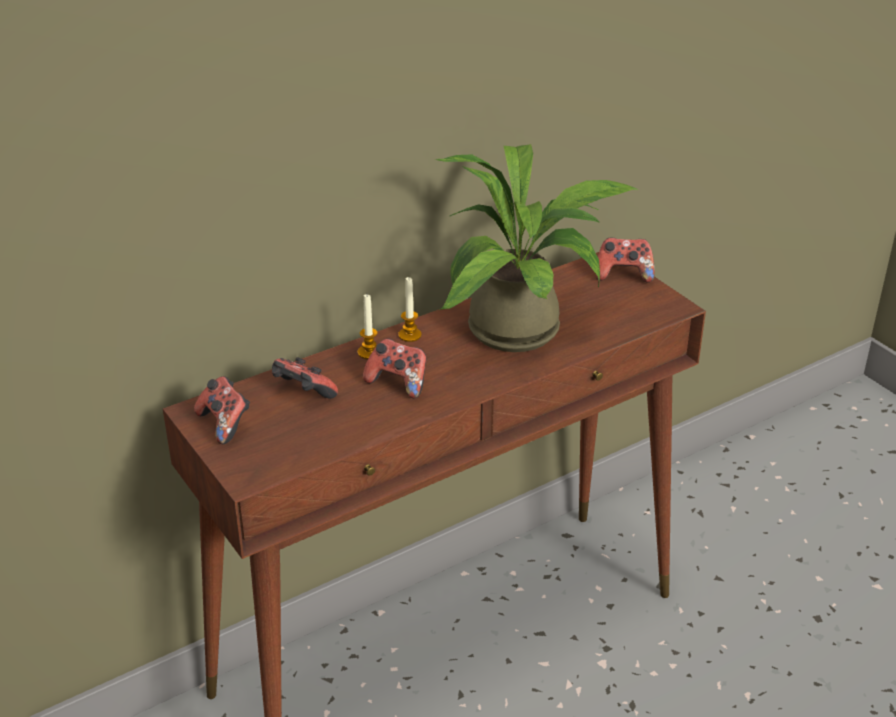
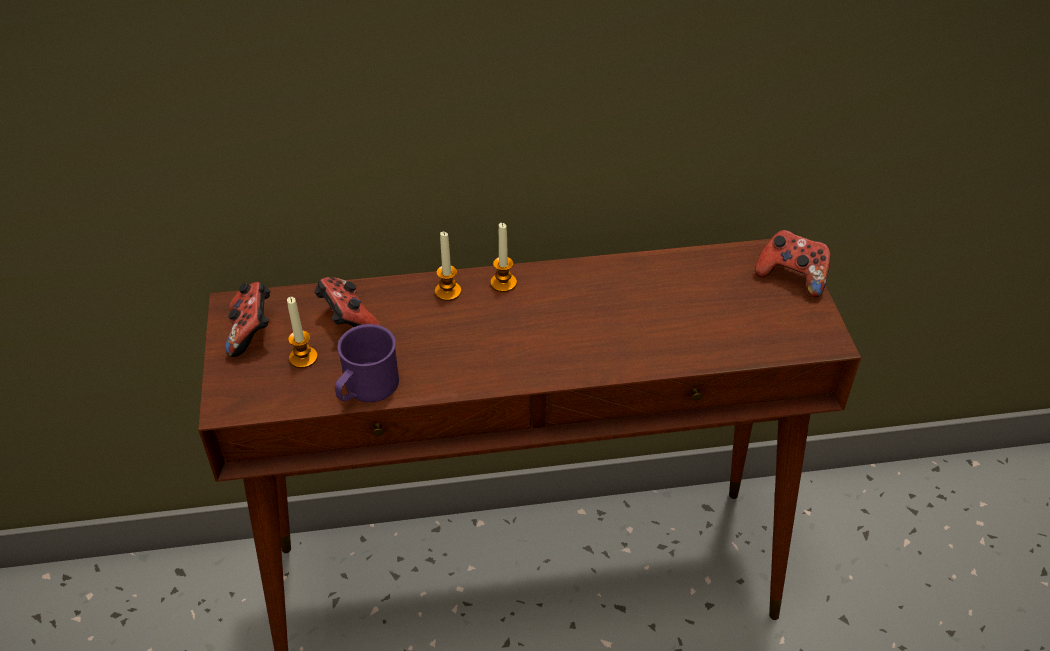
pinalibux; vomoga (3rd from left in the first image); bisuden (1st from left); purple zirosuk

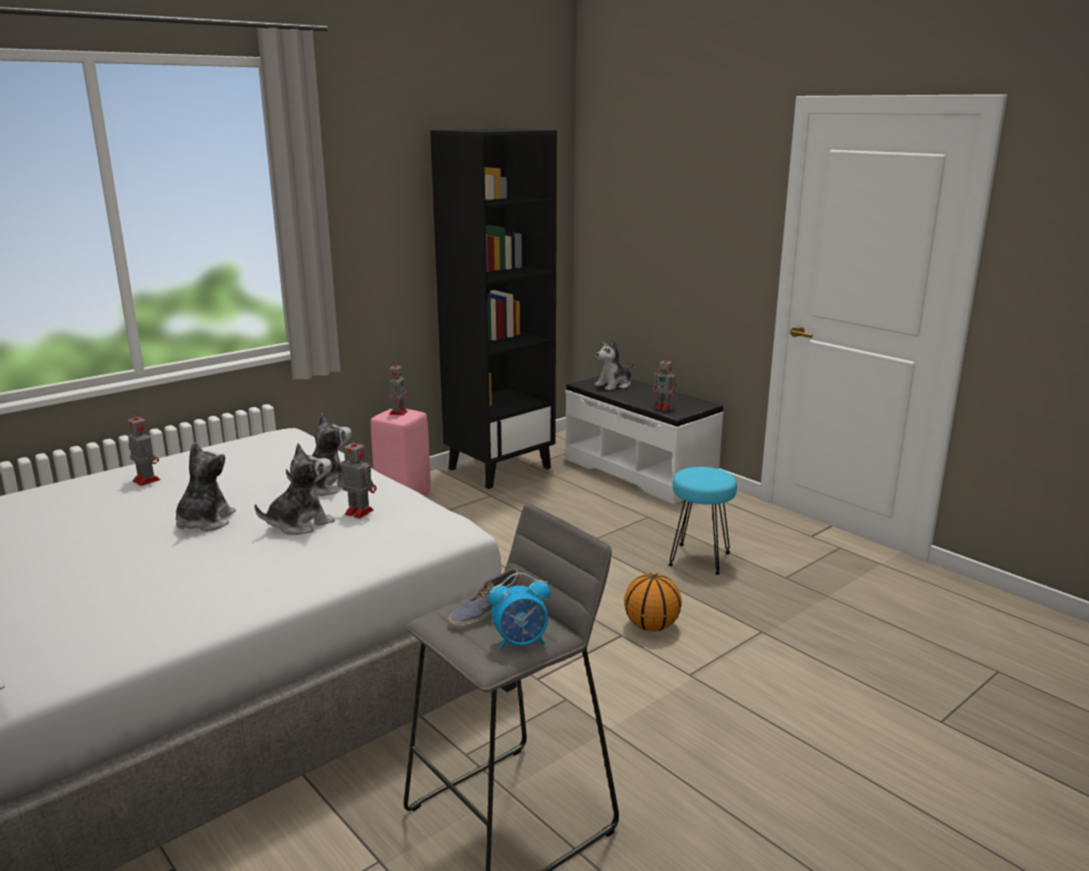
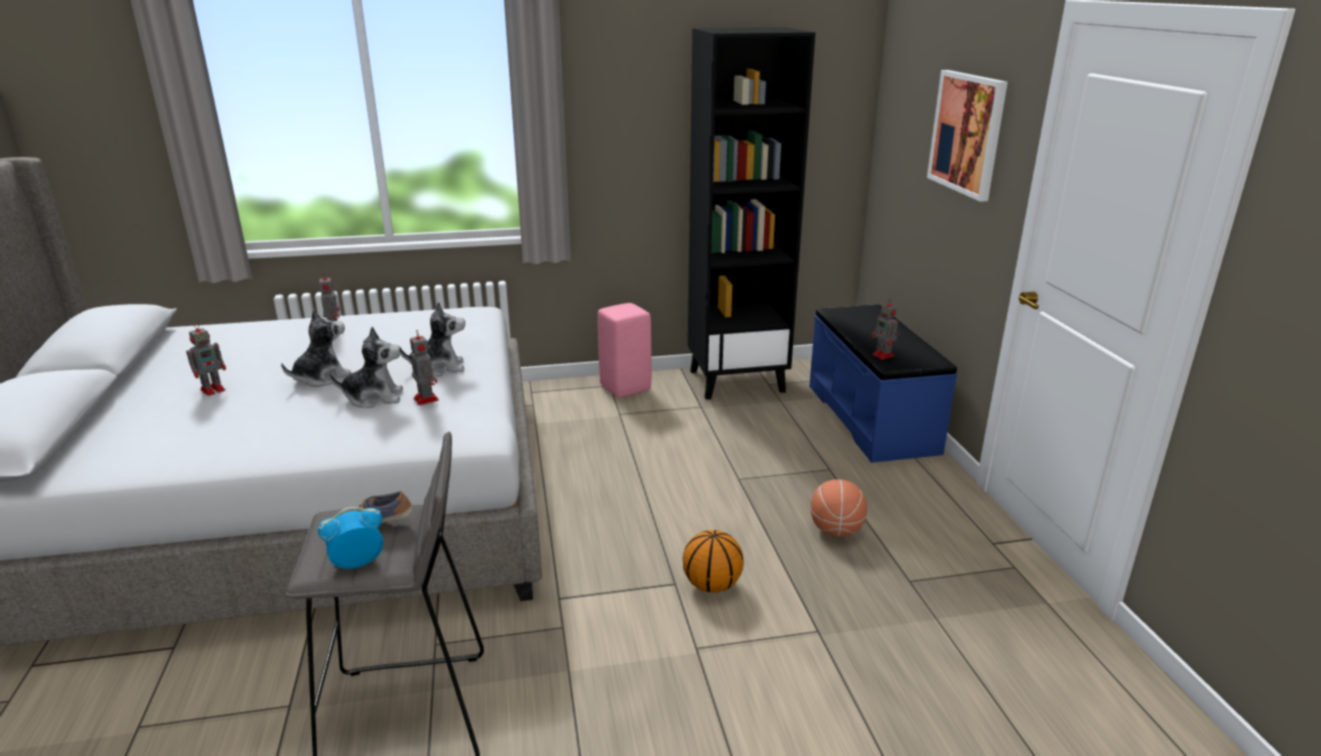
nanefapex (4th from left in the first image); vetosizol (1st from left); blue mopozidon; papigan (2nd from left); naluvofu; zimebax

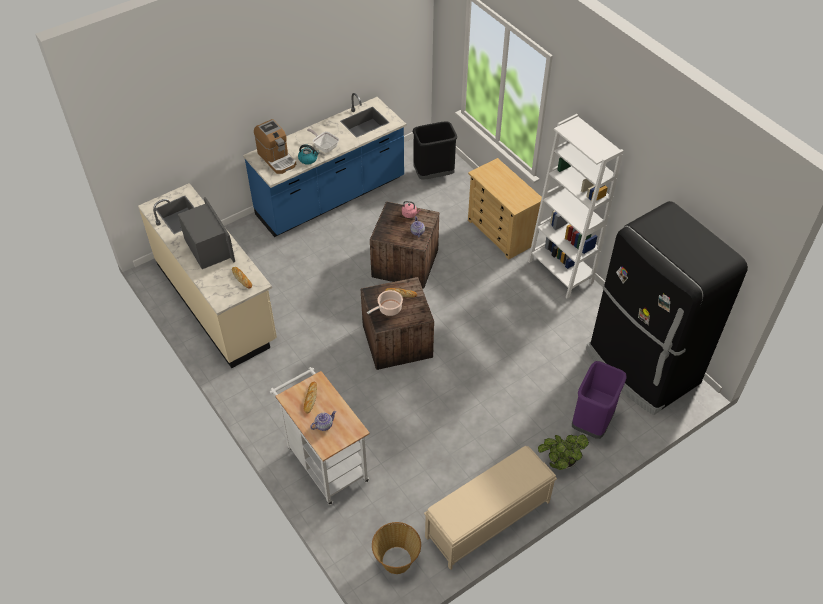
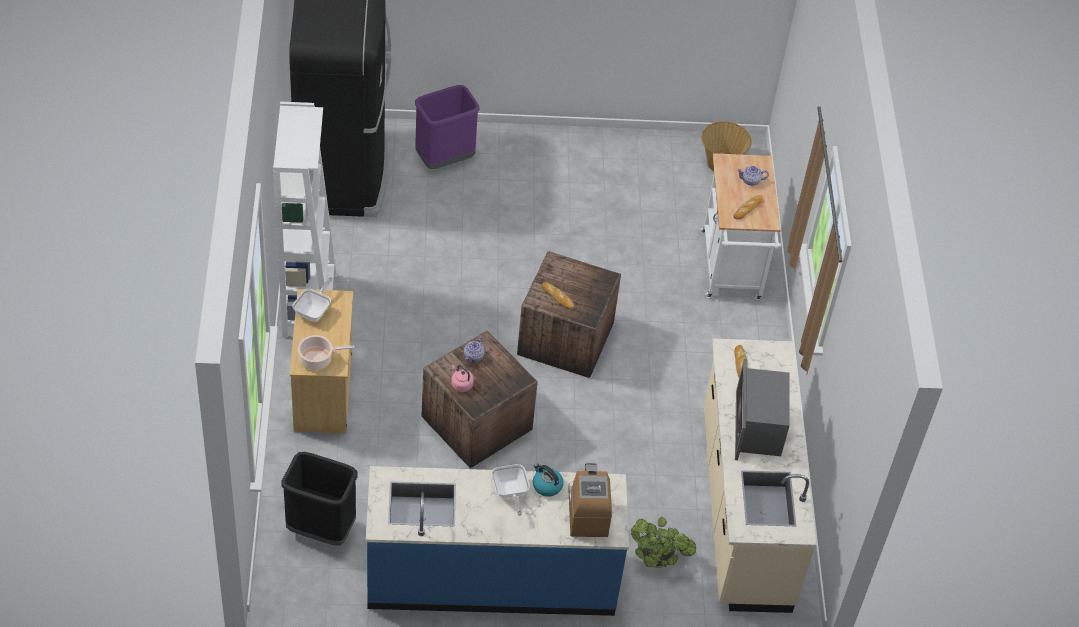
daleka; pinalibux; beige mopozidon; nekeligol (1st from left)

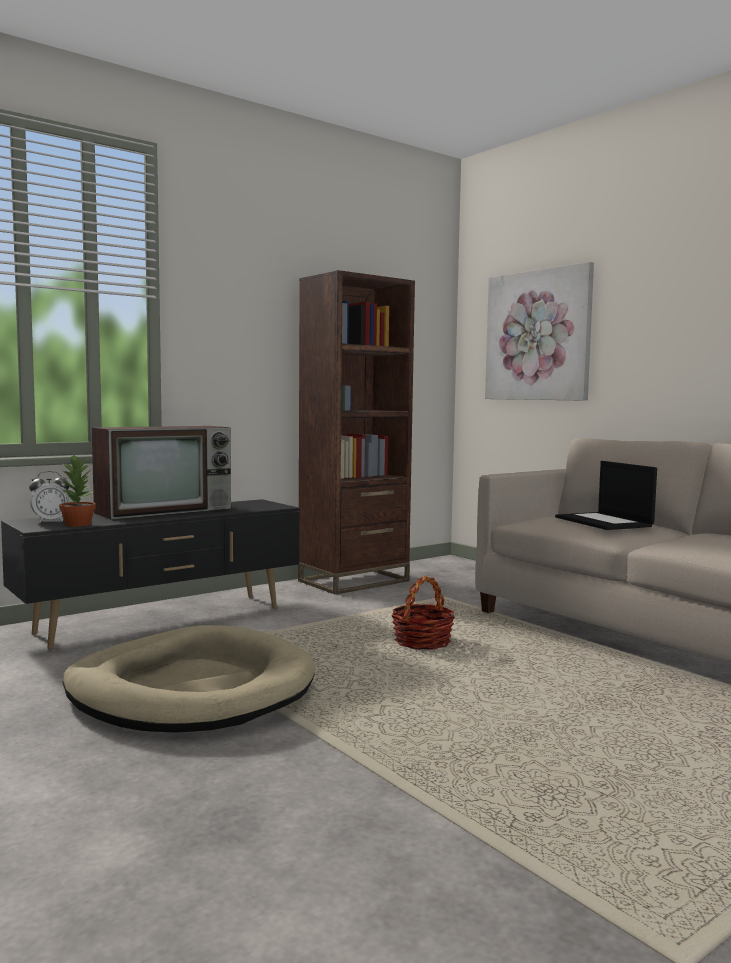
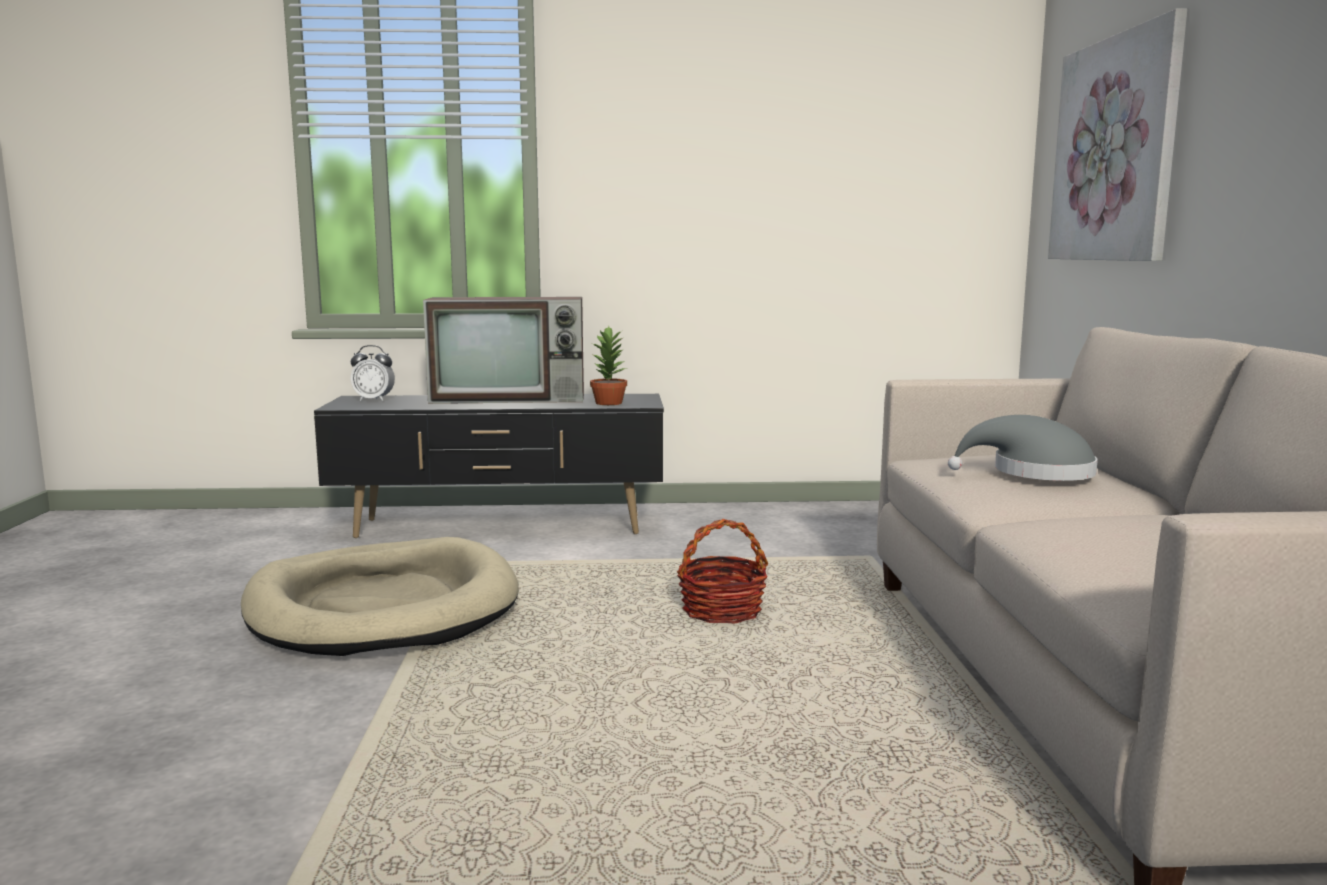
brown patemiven; pinalibux; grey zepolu

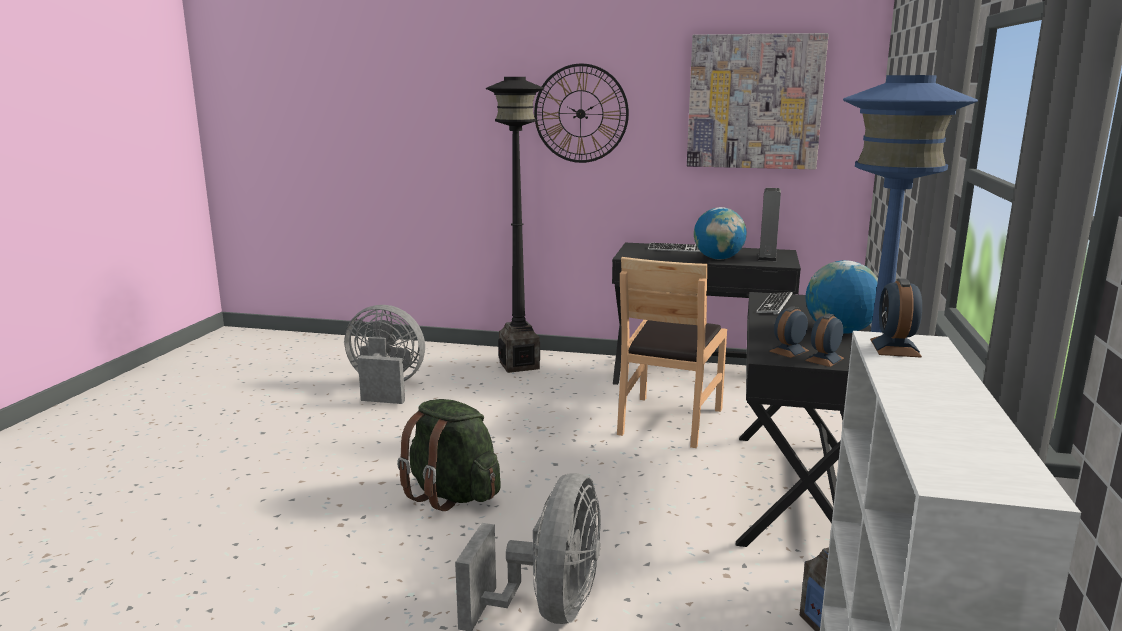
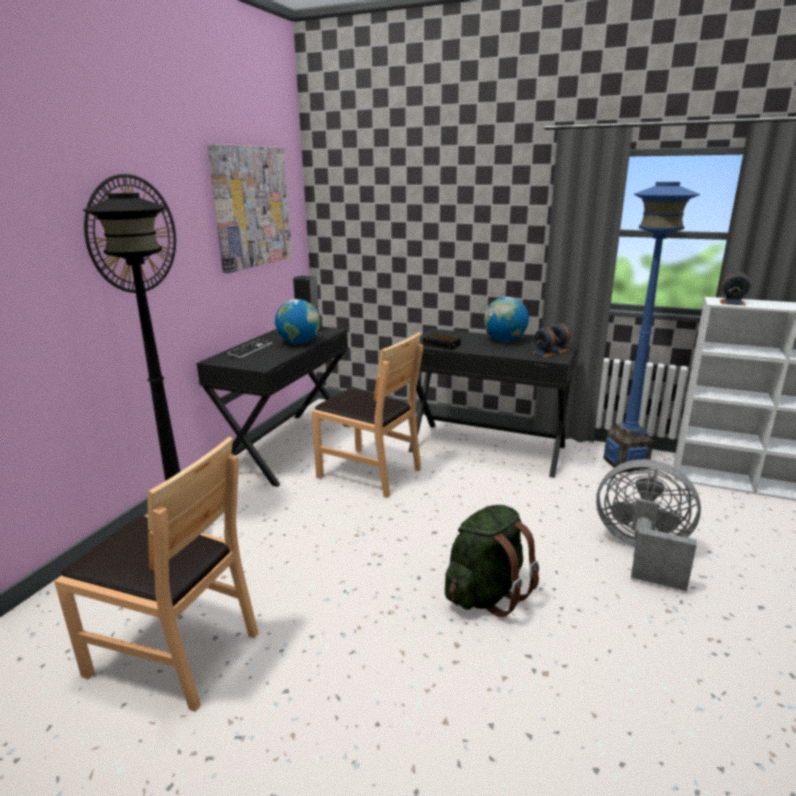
naluvofu (1st from left); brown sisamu (1st from left)

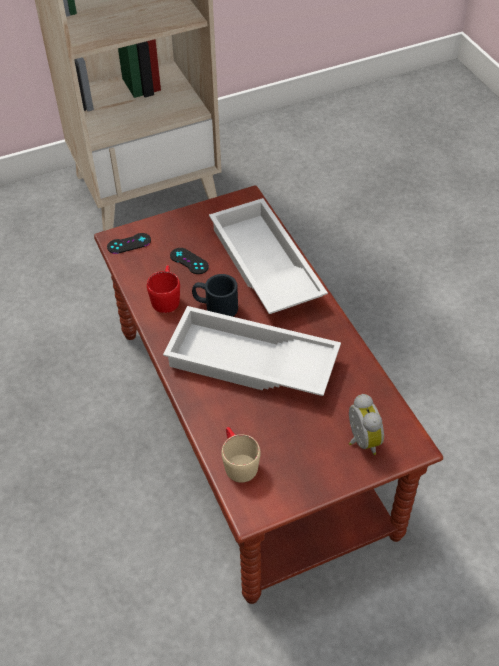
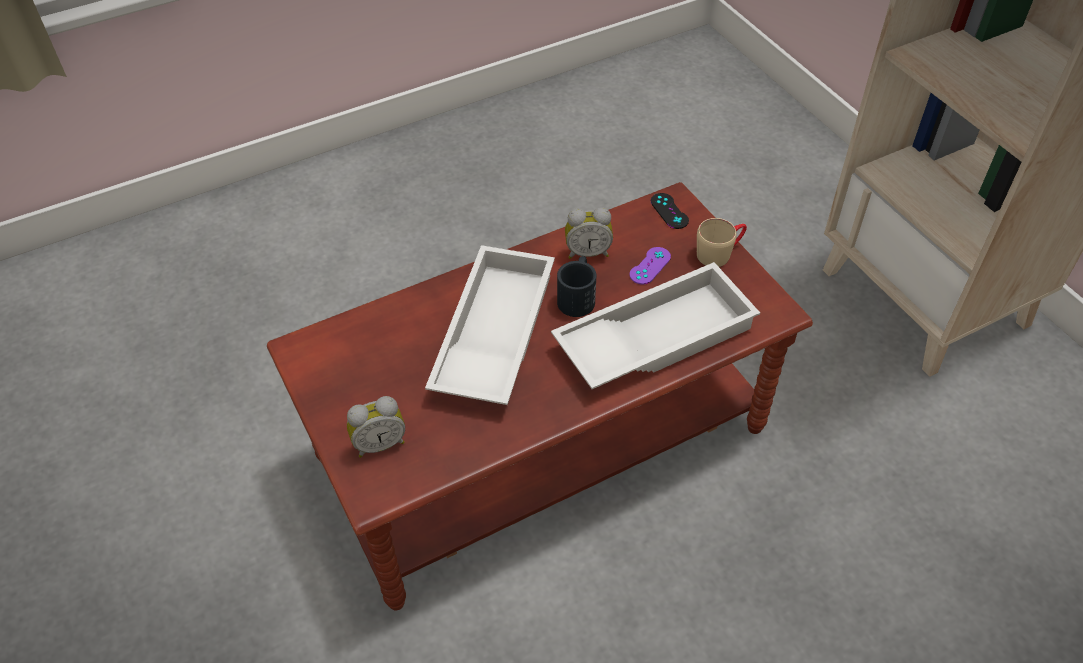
purple vomoga; naluvofu (2nd from left); beige zirosuk

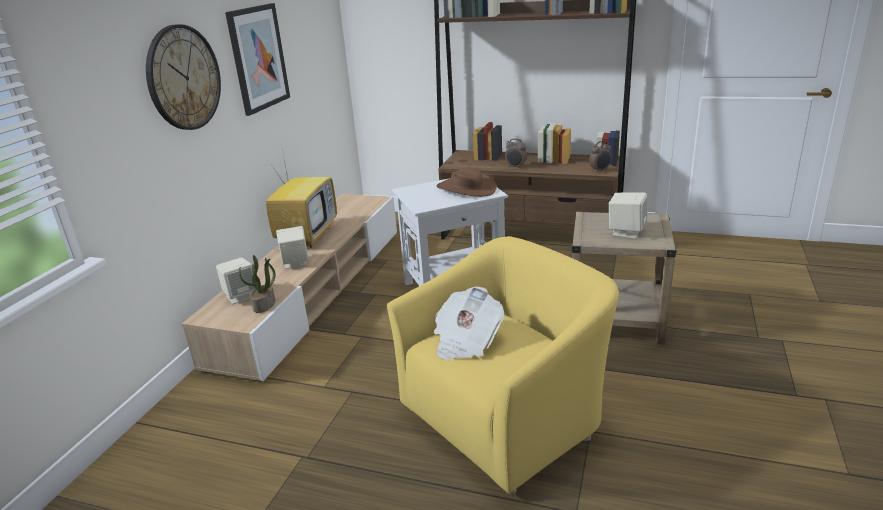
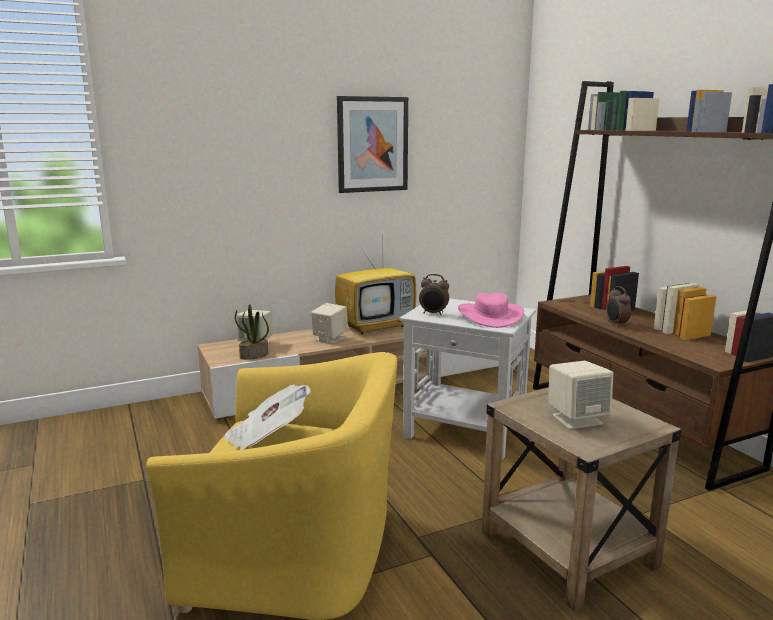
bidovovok; naluvofu (1st from left); pink zepolu

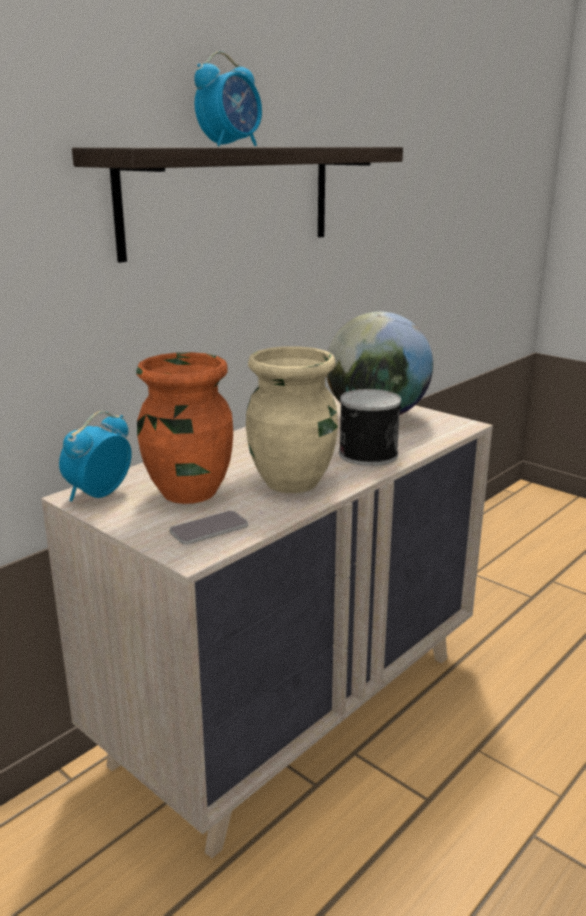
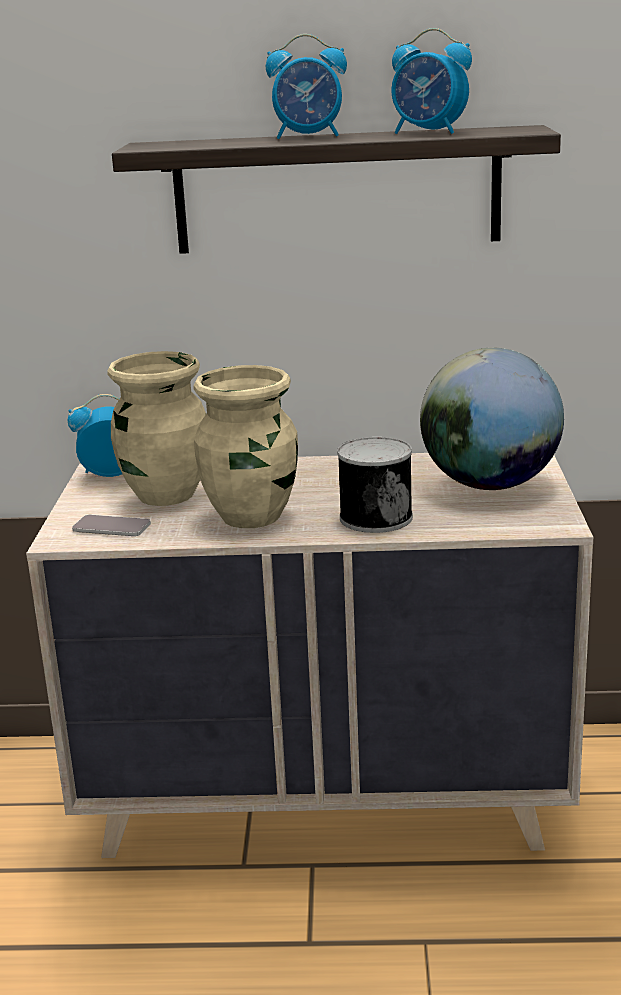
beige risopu (1st from left); naluvofu (3rd from left)

